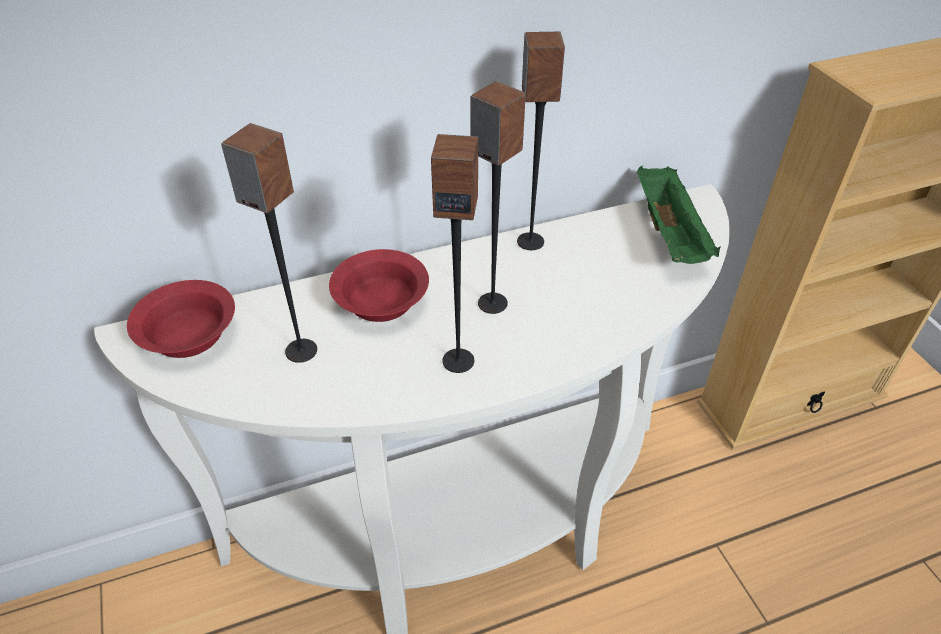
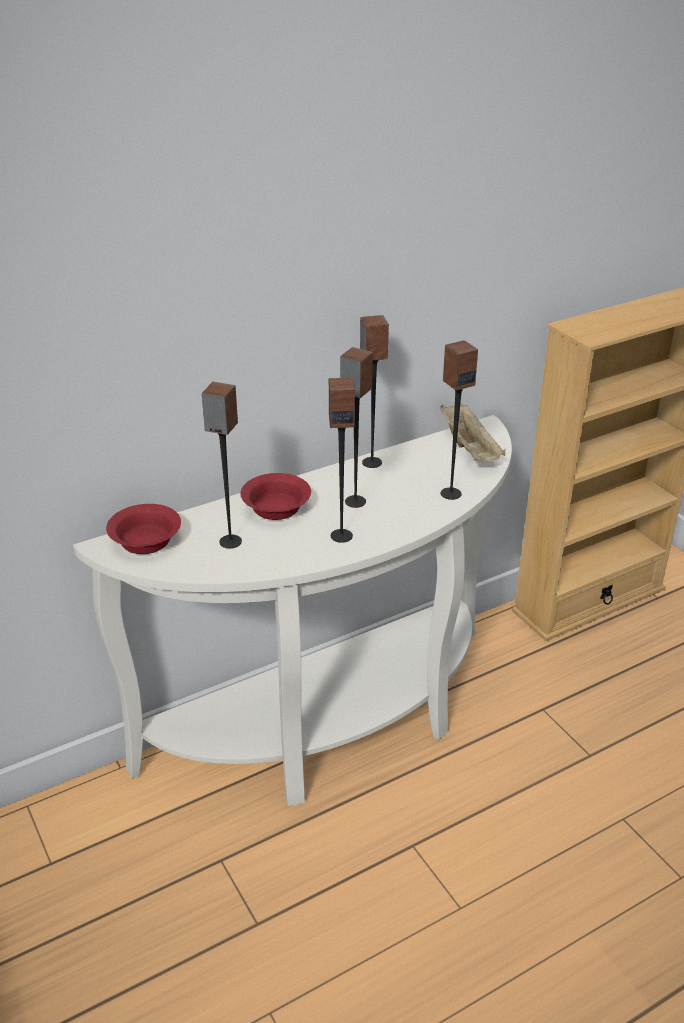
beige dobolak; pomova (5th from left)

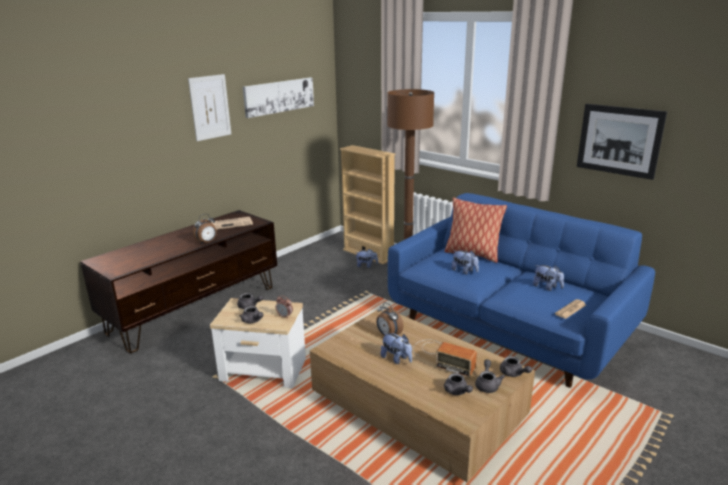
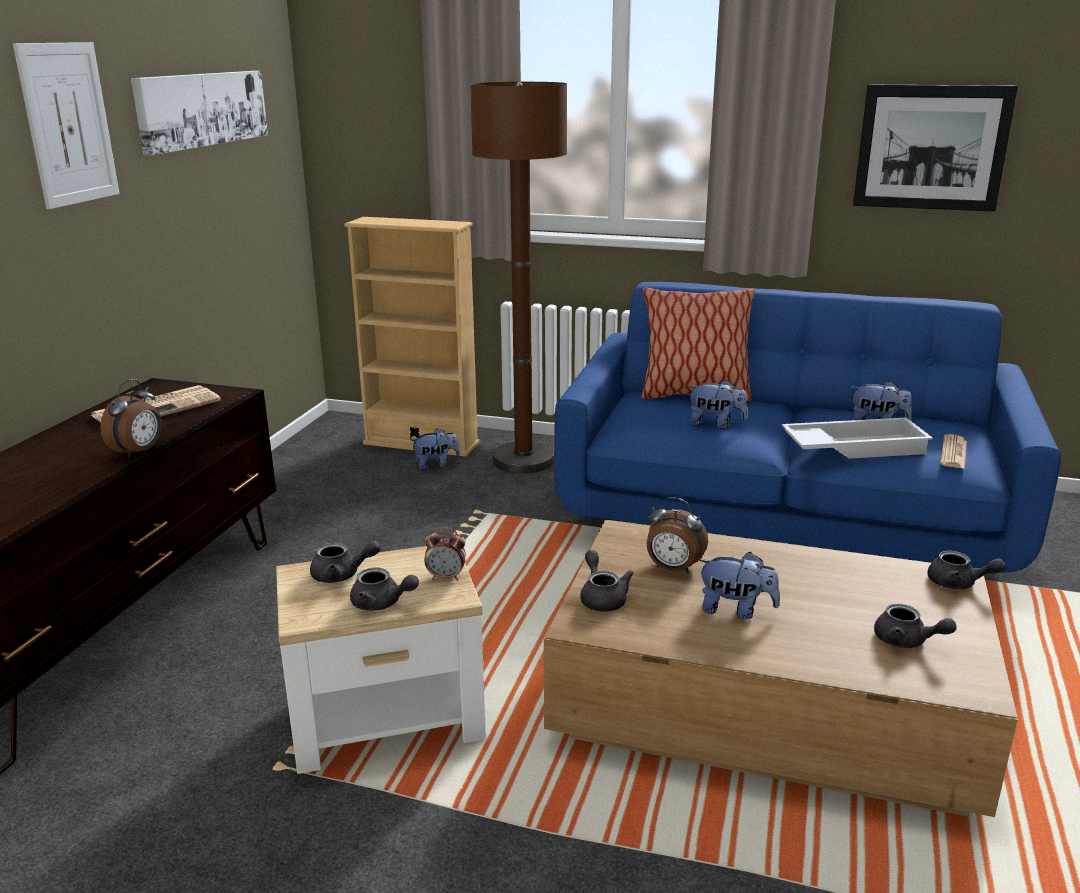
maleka; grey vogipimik (3rd from left); white dobolak

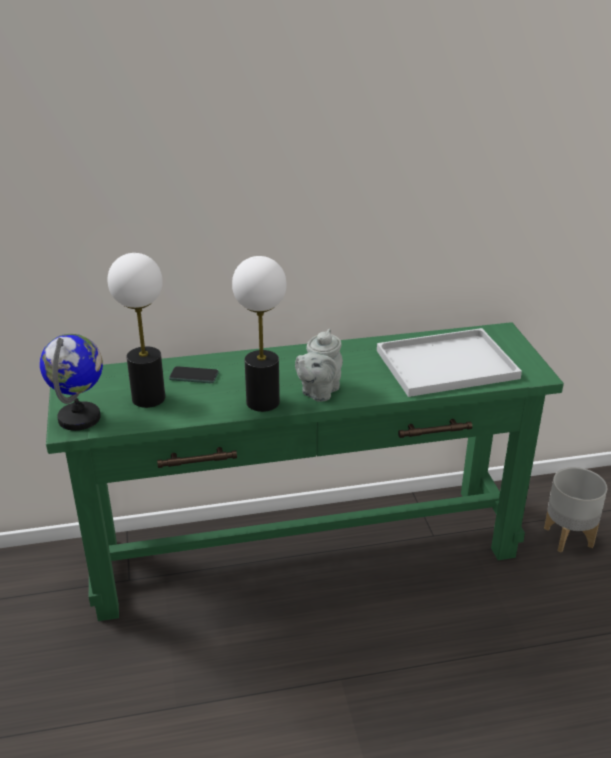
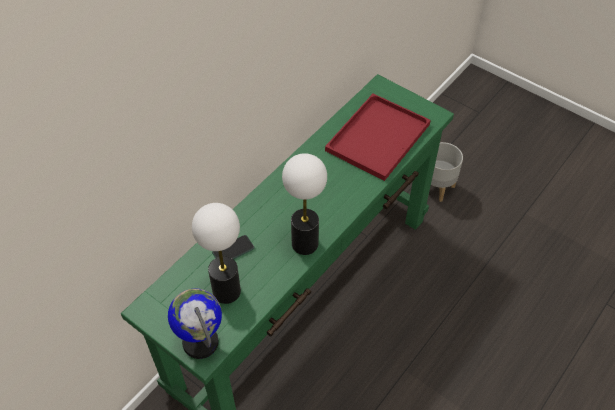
red dobolak; grey vogipimik

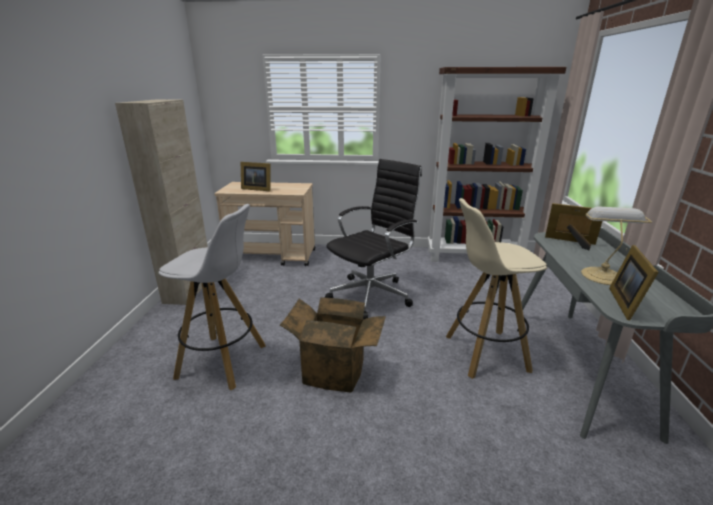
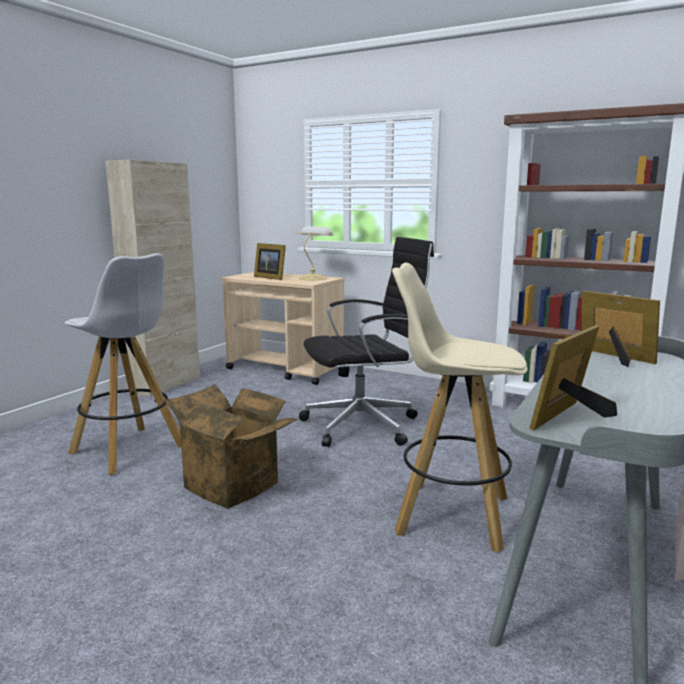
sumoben

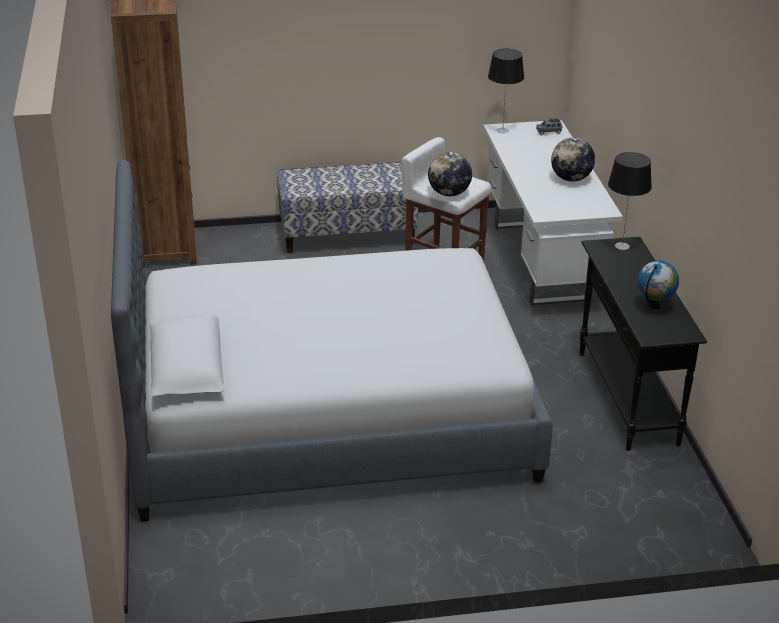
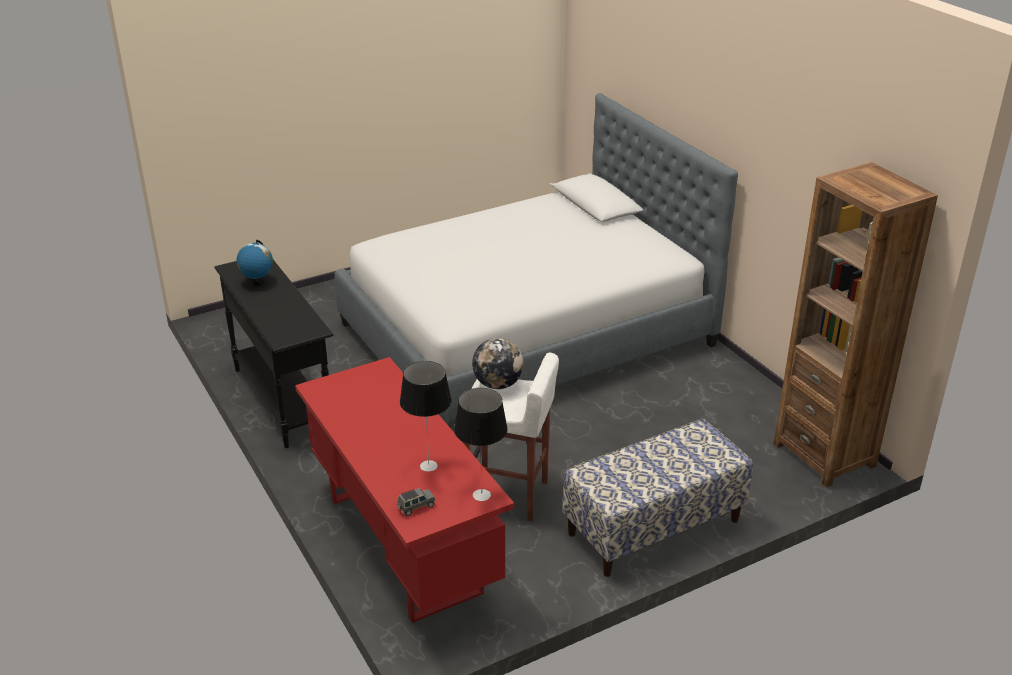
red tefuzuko; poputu (2nd from left in the first image); sumoben (1st from left)

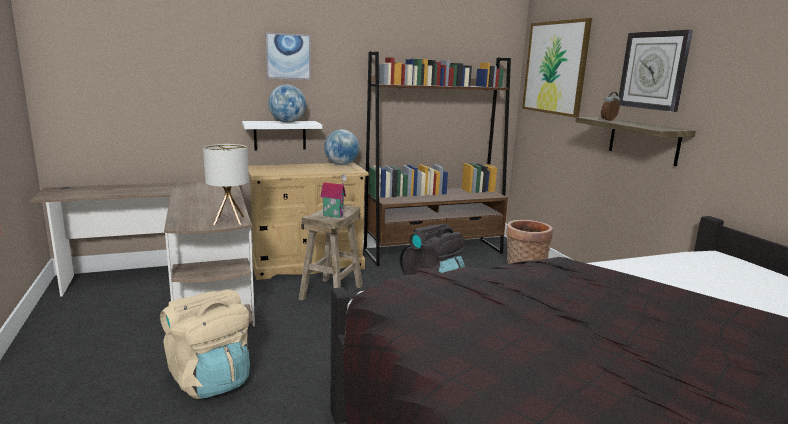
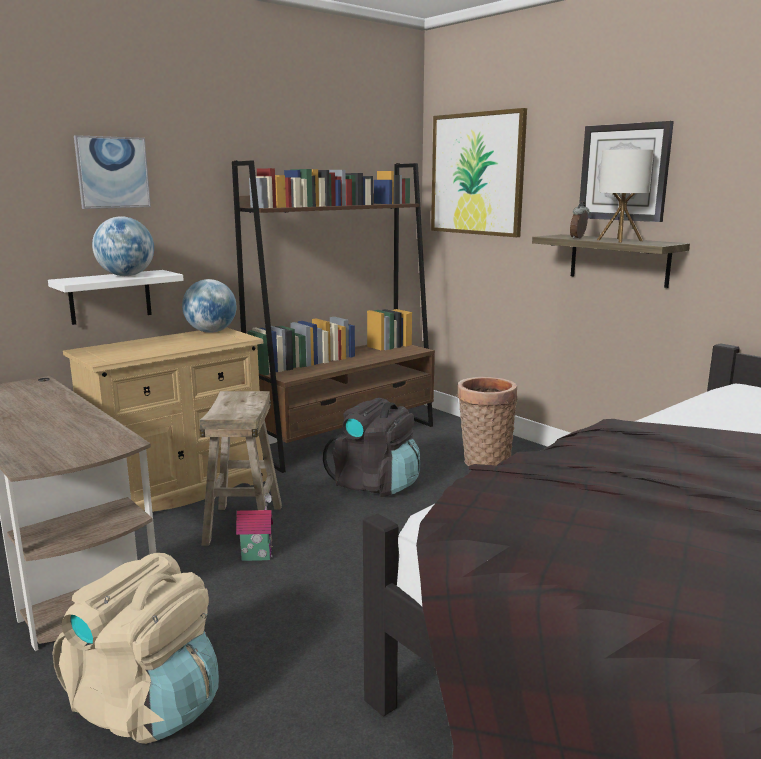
sumoben; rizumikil

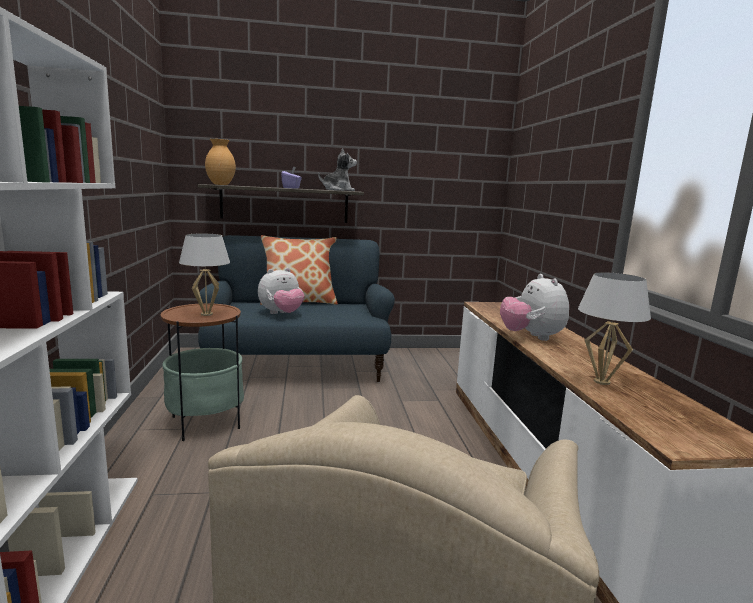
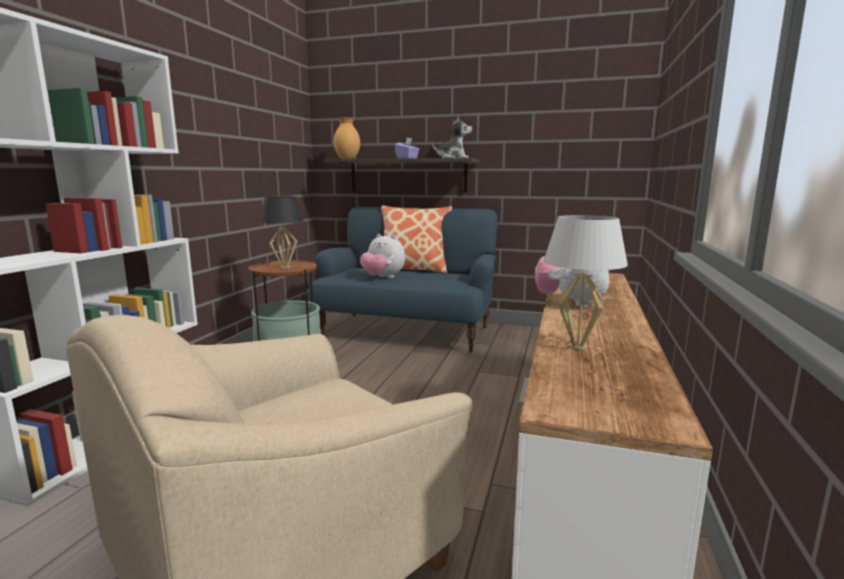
black sumoben; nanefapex (1st from left)

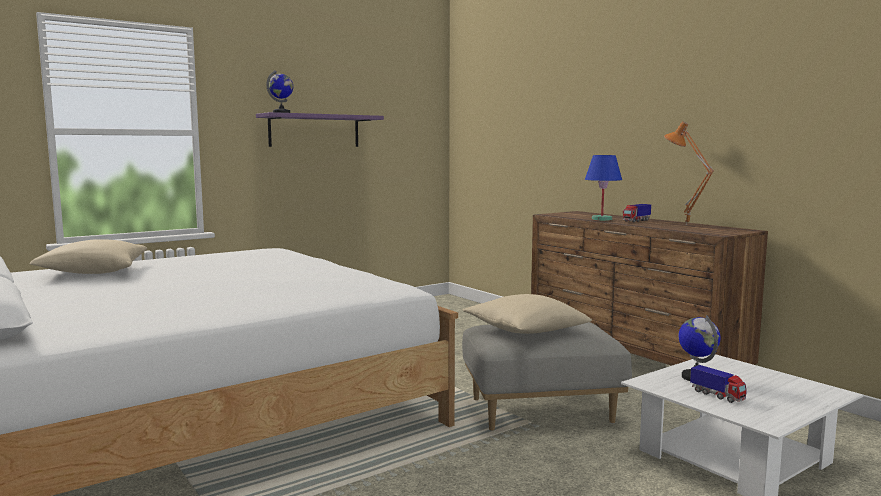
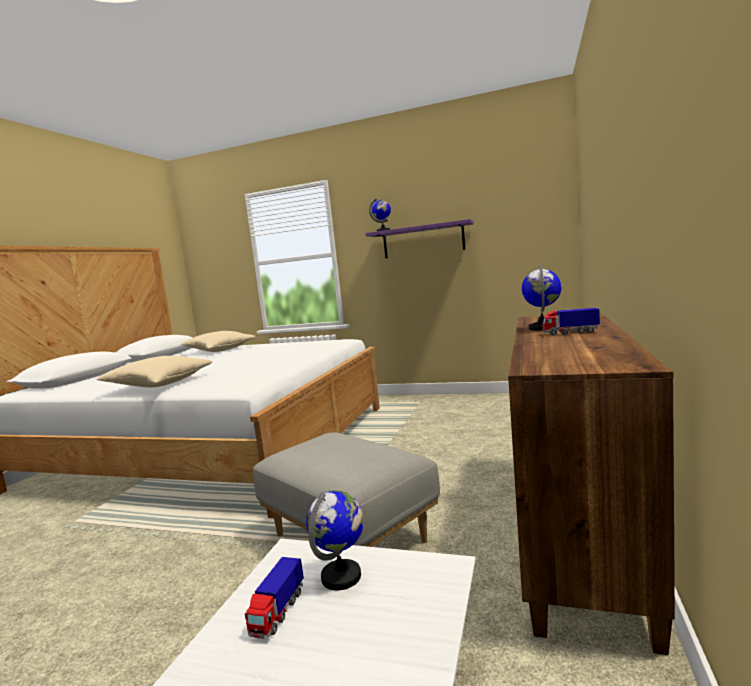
orange sumoben; poputu (3rd from left); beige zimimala (1st from left)

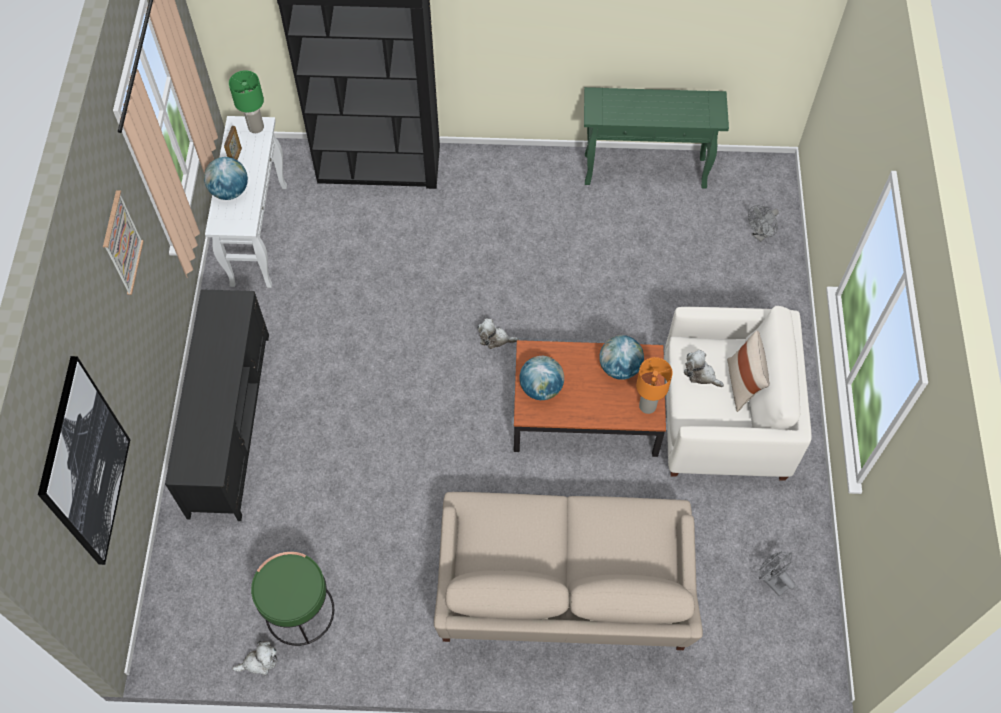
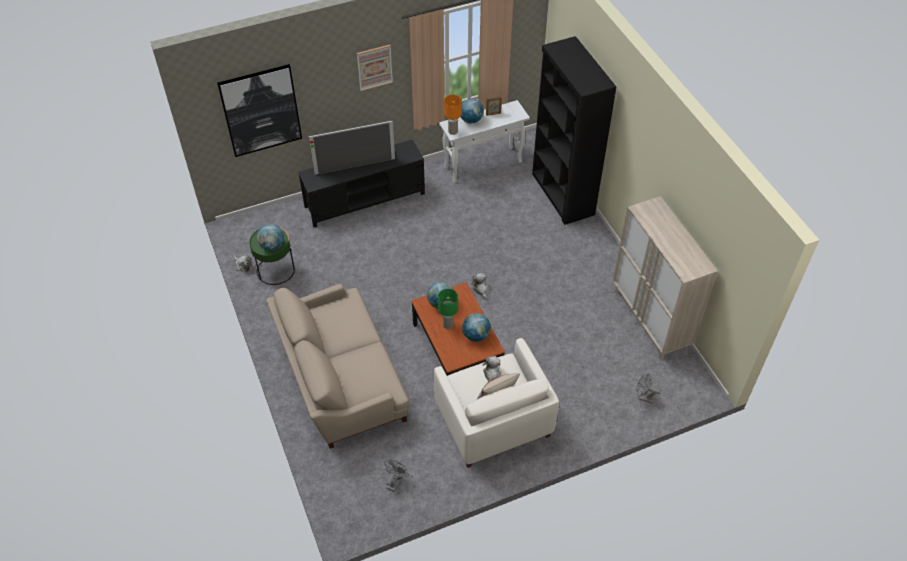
green sumoben; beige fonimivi; orange sumoben; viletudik; poputu (1st from left)

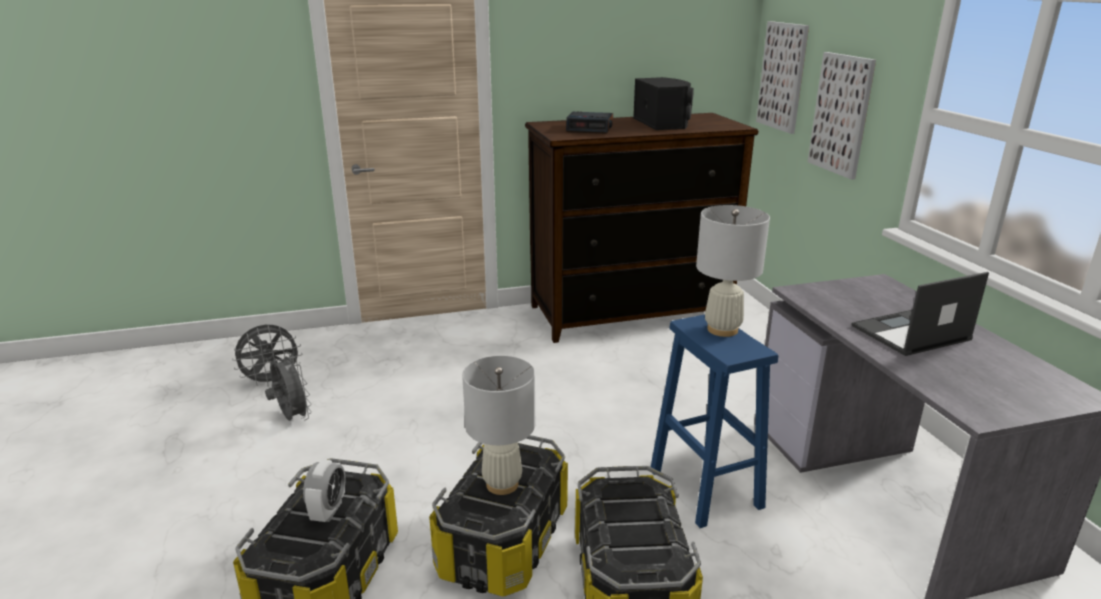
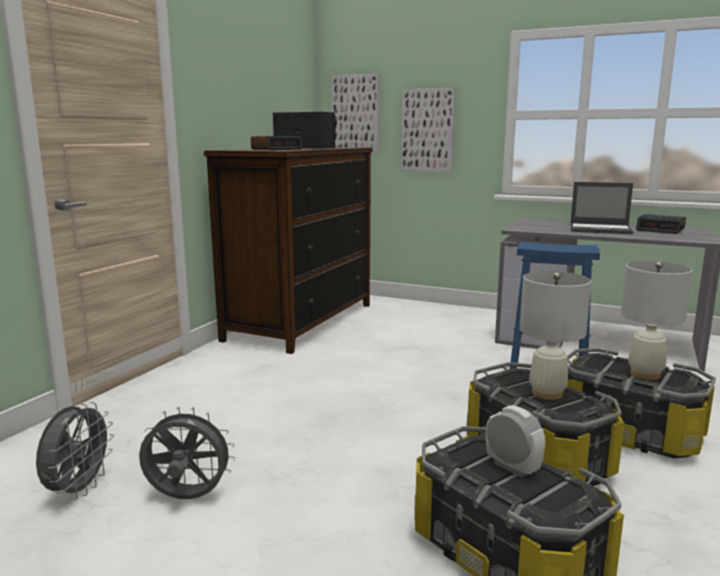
white sumoben (2nd from left); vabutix; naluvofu (3rd from left)

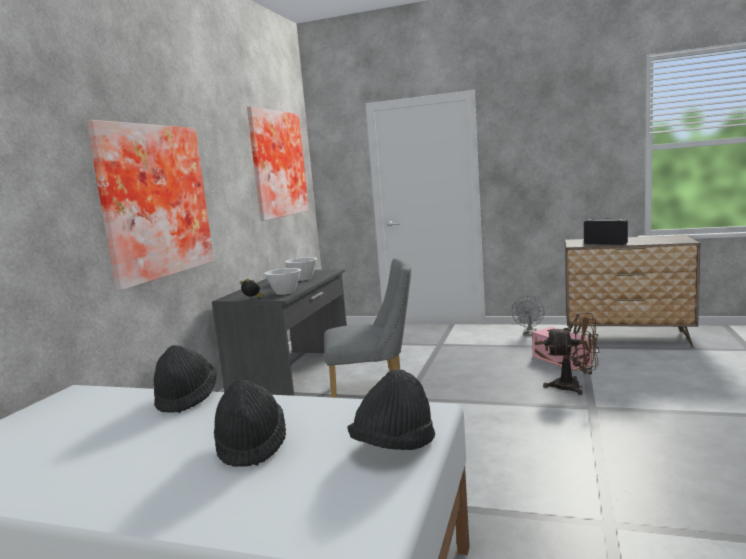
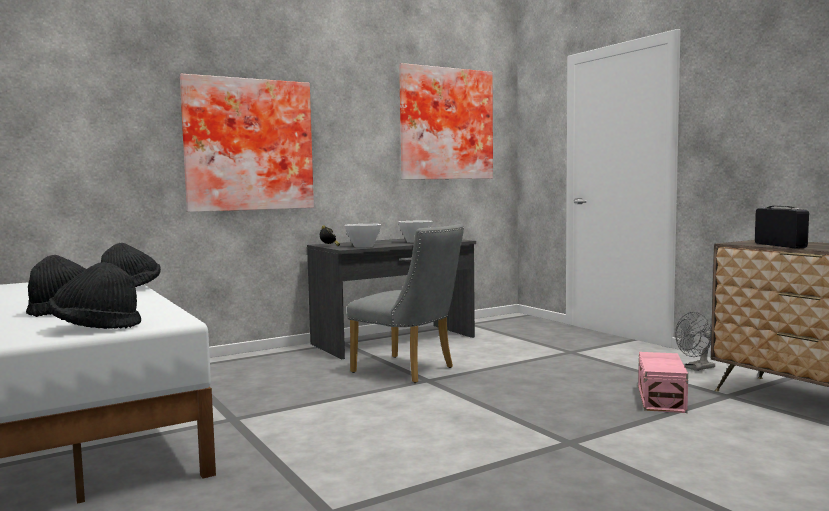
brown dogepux

